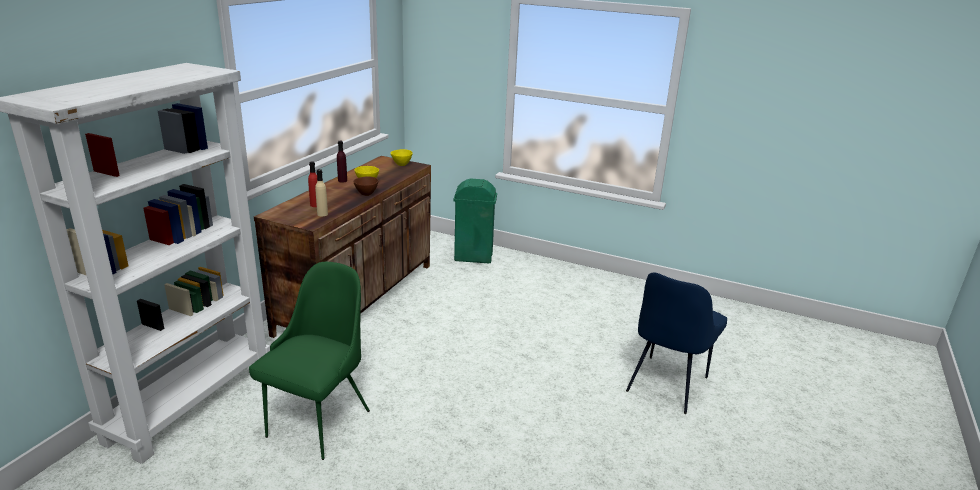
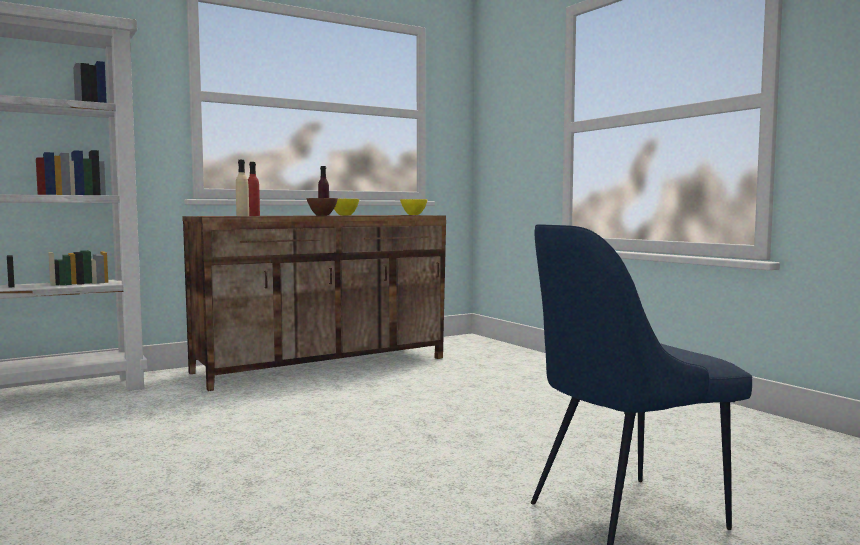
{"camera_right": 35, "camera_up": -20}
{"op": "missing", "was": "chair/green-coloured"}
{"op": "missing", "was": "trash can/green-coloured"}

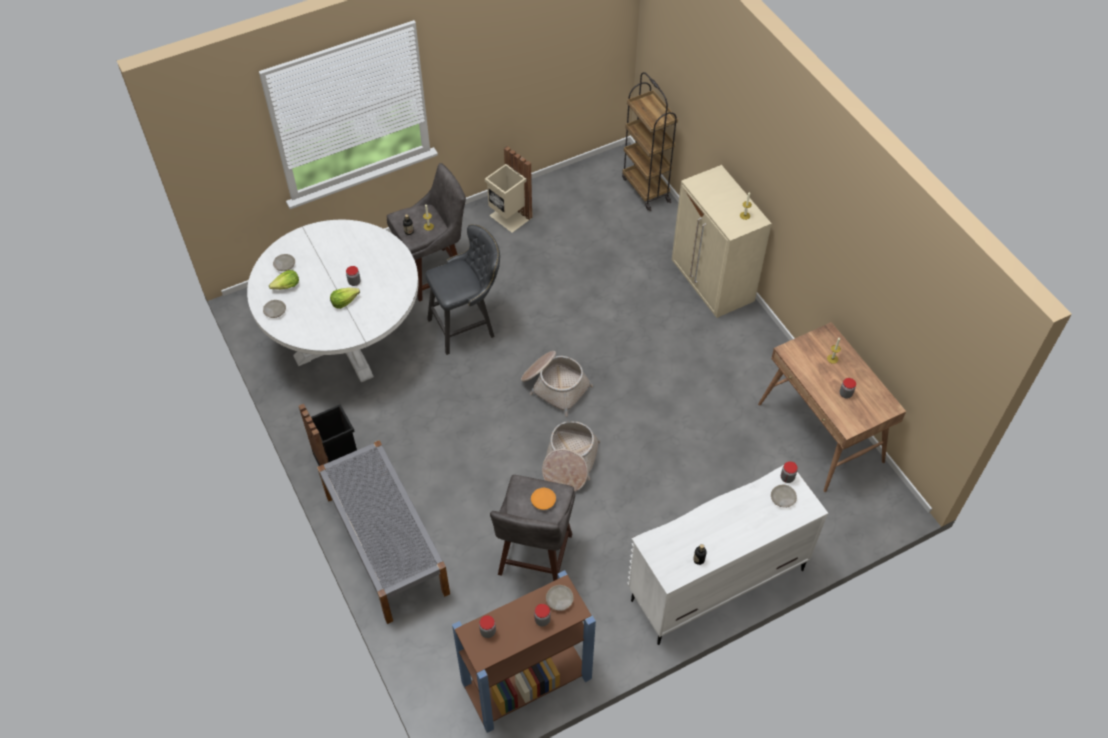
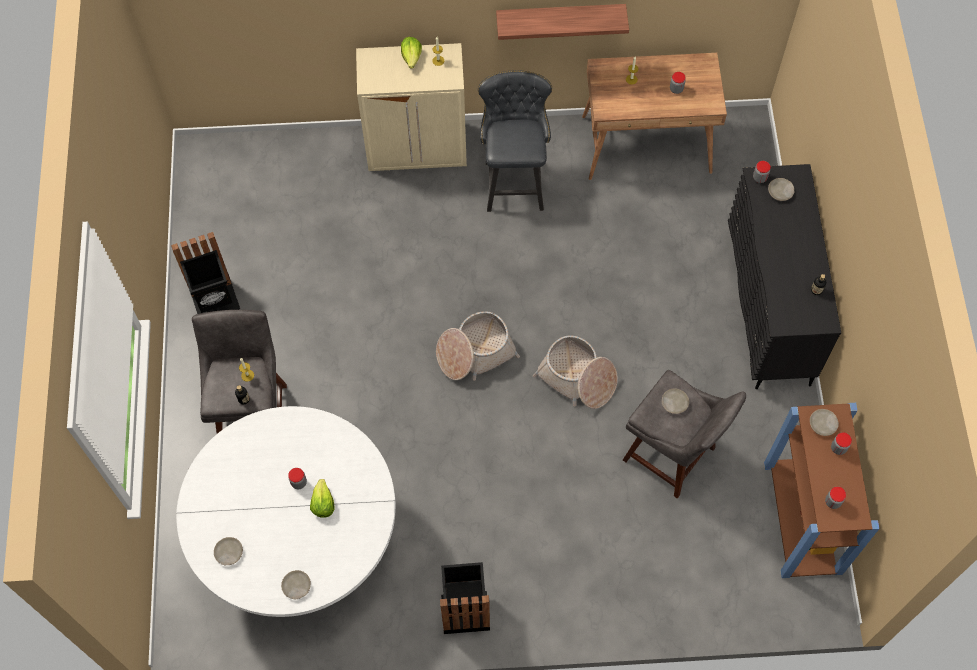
{"camera_right": -65, "camera_up": 10}
{"op": "relocated", "was": "lettuce (no. 1 from left in the first image)", "now": "lettuce (no. 2 from left)"}
{"op": "missing", "was": "indoor bench/gray"}
{"op": "relocated", "was": "sitting stool/gray (no. 2 from left)"}
{"op": "colour", "was": "trash can/beige", "now": "trash can/blackish (no. 1 from left)"}
{"op": "colour", "was": "plate/orangey", "now": "plate/beige (no. 3 from left)"}
{"op": "missing", "was": "wheeled cart/brown-coloured"}
{"op": "colour", "was": "chest of drawers/whitish", "now": "chest of drawers/blackish"}
{"op": "appeared", "now": "bracket shelf"}

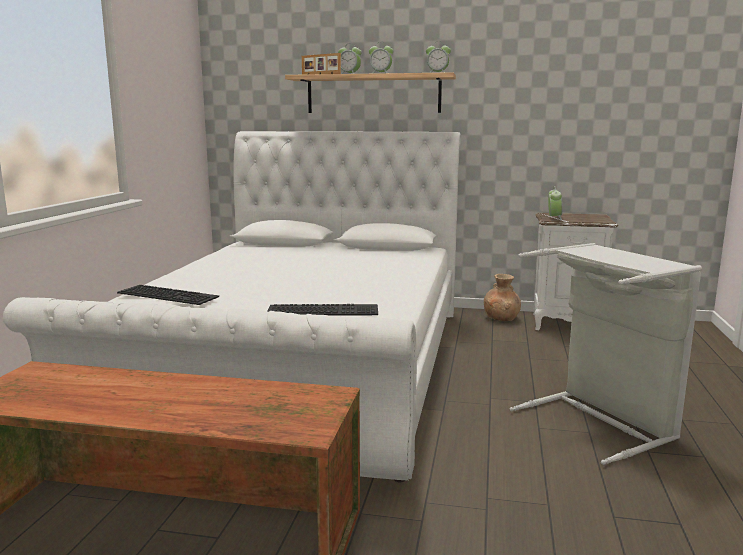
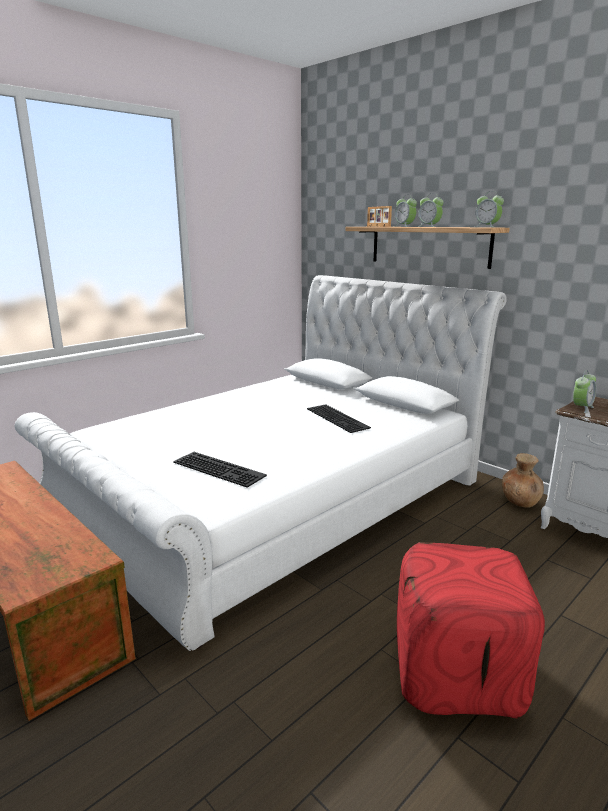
{"camera_right": 35, "camera_up": 5}
{"op": "relocated", "was": "PC keyboard (no. 1 from left in the first image)", "now": "PC keyboard (no. 2 from left)"}
{"op": "exchanged", "was": "laundry basket/gray", "now": "footrest/red"}

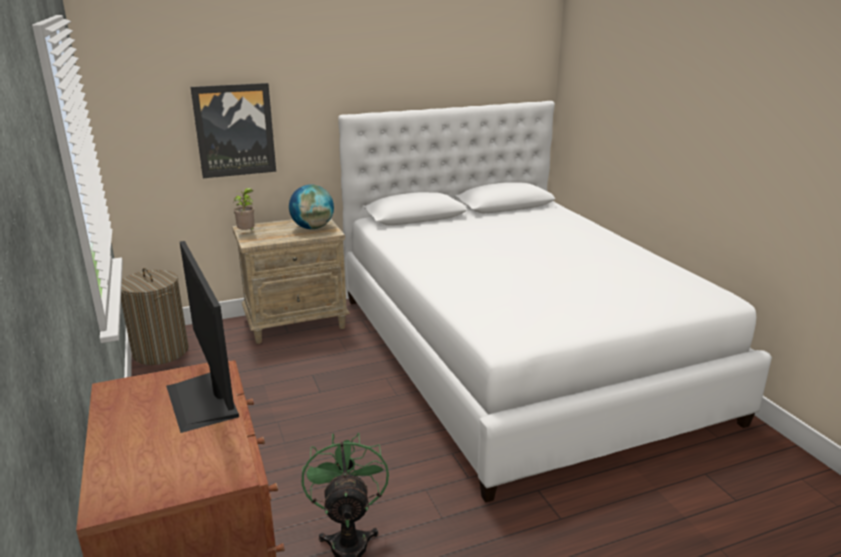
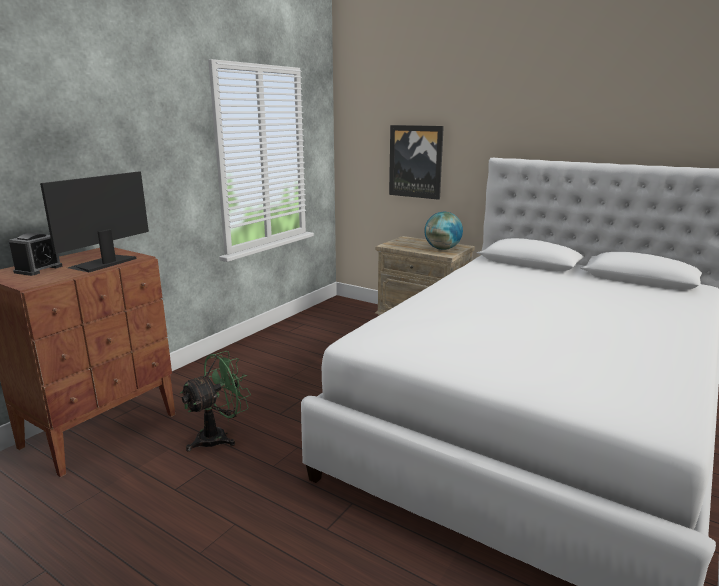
{"camera_right": 55, "camera_up": -5}
{"op": "missing", "was": "laundry basket"}
{"op": "missing", "was": "potted plant"}
{"op": "appeared", "now": "table clock"}

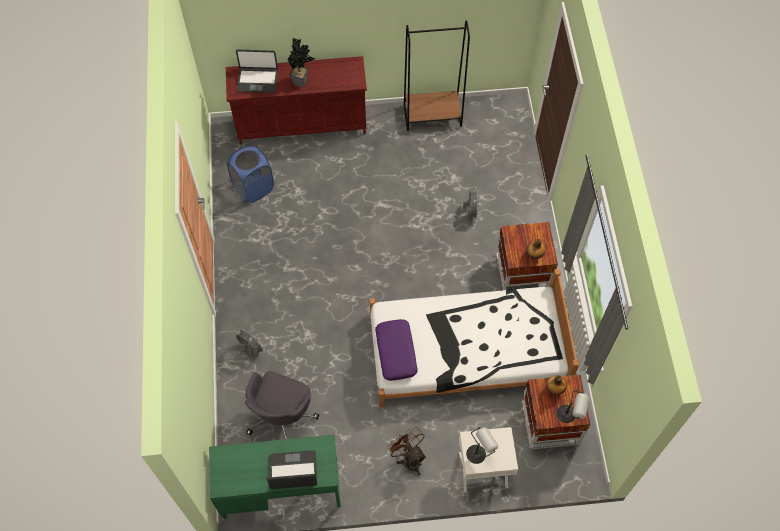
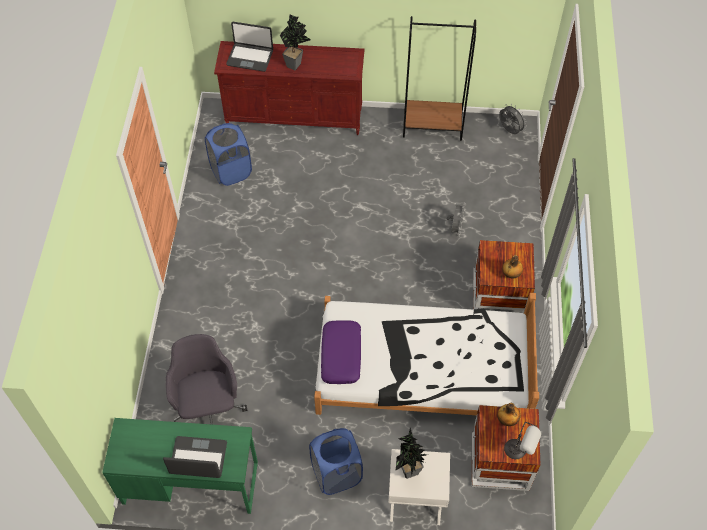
{"camera_right": 10, "camera_up": -5}
{"op": "relocated", "was": "cooling fan/gray (no. 1 from left in the first image)", "now": "cooling fan/gray (no. 2 from left)"}
{"op": "spun", "was": "computer chair/gray", "clockwise": 135}
{"op": "exchanged", "was": "cooling fan/brown-coloured", "now": "laundry basket/blue-coloured (no. 2 from left)"}
{"op": "exchanged", "was": "lamp for a table (no. 1 from left)", "now": "potted plant (no. 2 from left)"}

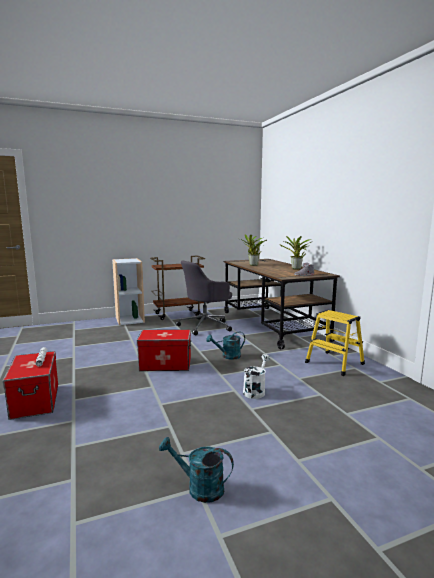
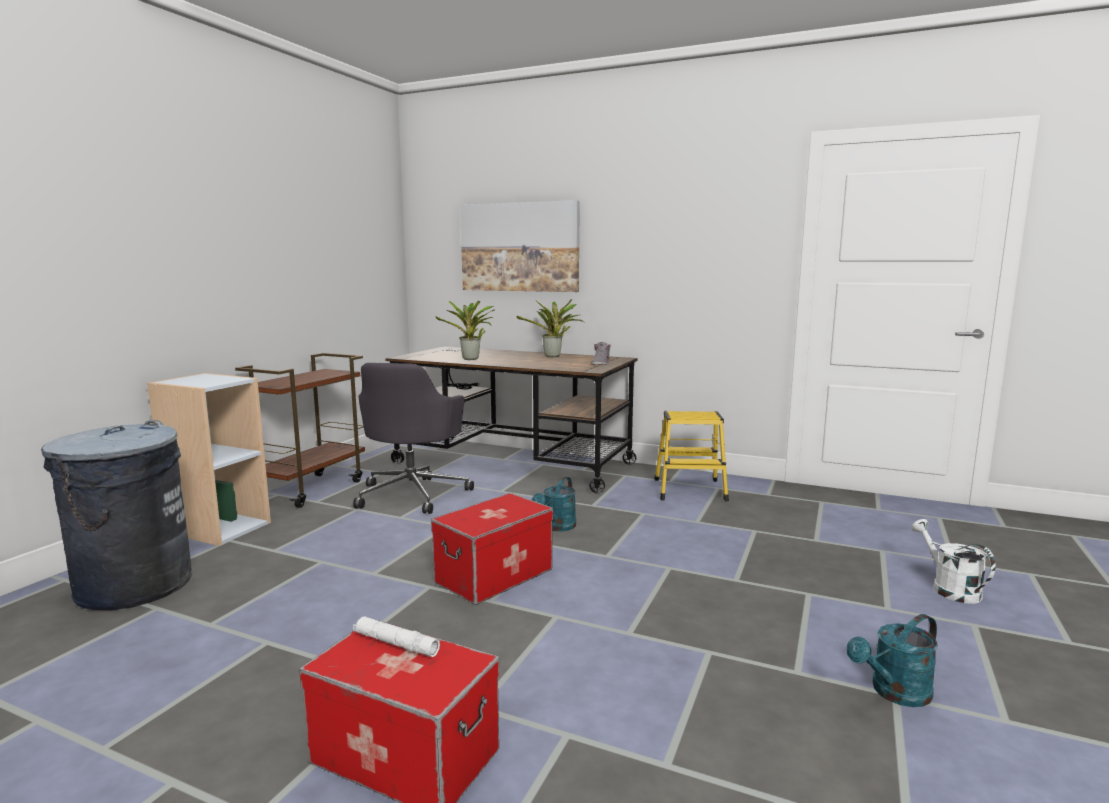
{"camera_right": -45, "camera_up": 0}
{"op": "relocated", "was": "sprinkling can/whitish"}
{"op": "appeared", "now": "trash can/gray"}
{"op": "appeared", "now": "wall picture"}

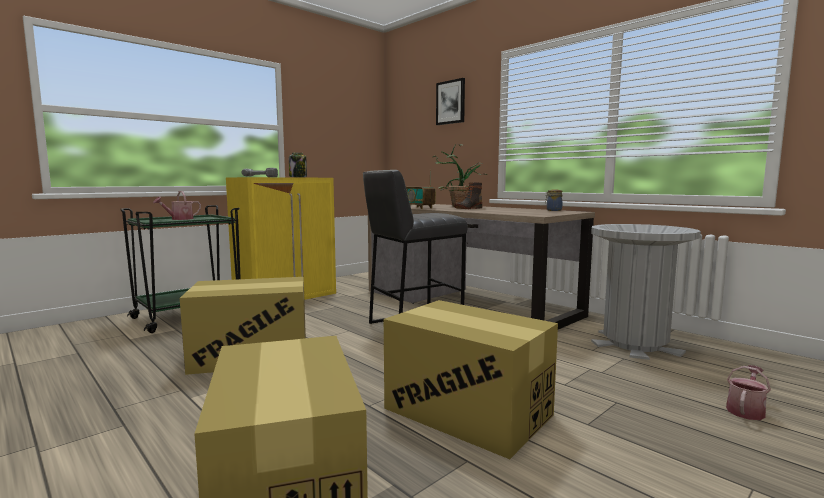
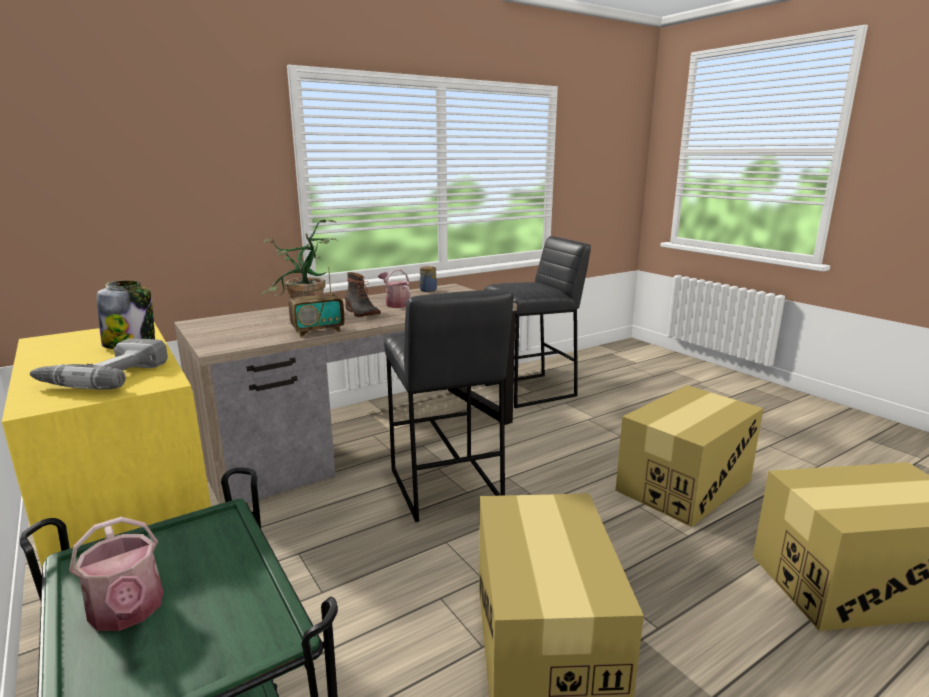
{"camera_right": -80, "camera_up": 10}
{"op": "missing", "was": "wall picture"}
{"op": "exchanged", "was": "trash can/gray", "now": "sitting stool/gray (no. 2 from left)"}
{"op": "relocated", "was": "sprinkling can (no. 2 from left)"}

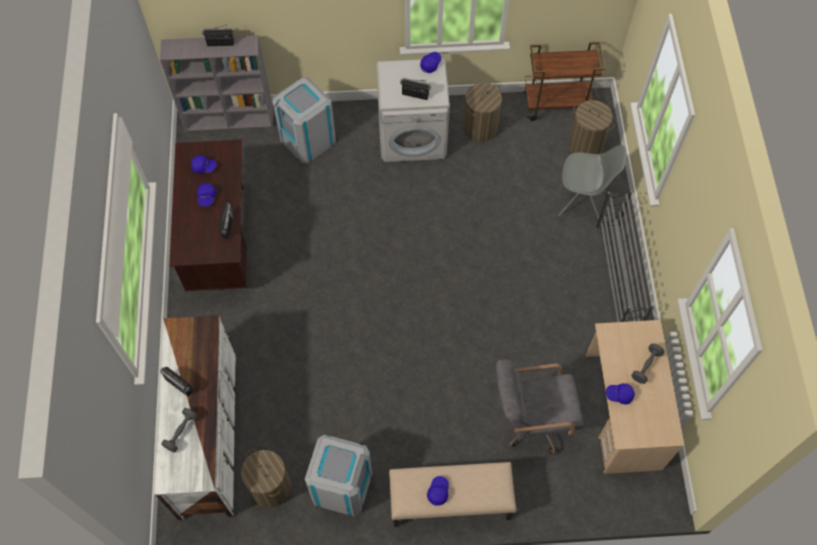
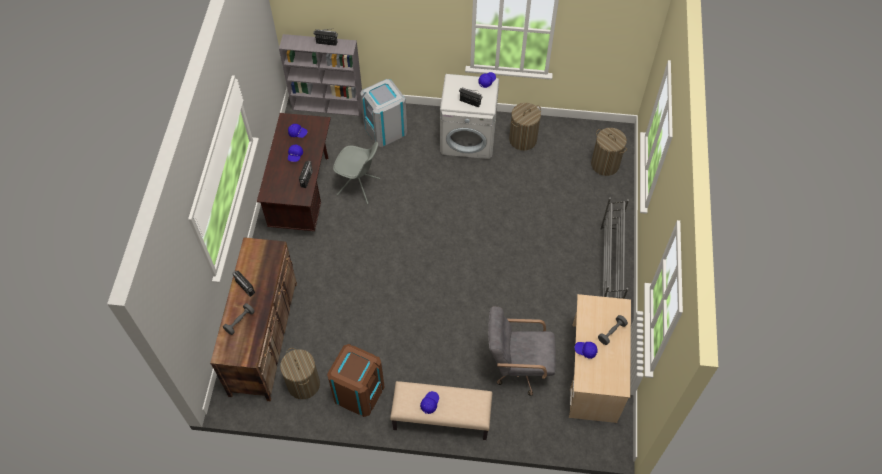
{"camera_right": 10, "camera_up": -5}
{"op": "colour", "was": "cabinet/whitish", "now": "cabinet/brown-coloured"}
{"op": "colour", "was": "trash can/gray (no. 2 from left)", "now": "trash can/brown-coloured"}
{"op": "missing", "was": "wheeled cart/brown-coloured"}
{"op": "relocated", "was": "chair/gray"}

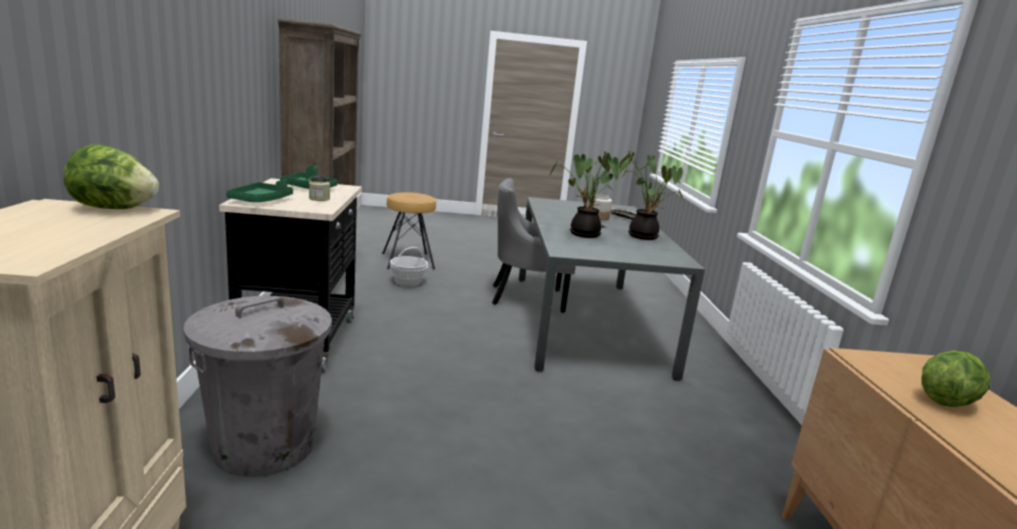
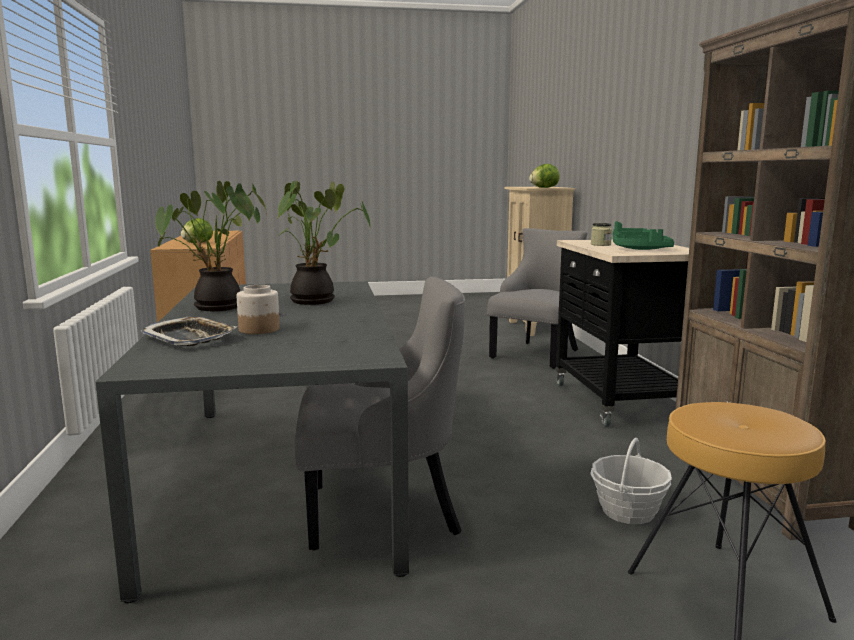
{"camera_right": 175, "camera_up": -5}
{"op": "exchanged", "was": "trash can/gray", "now": "chair/gray (no. 2 from left)"}

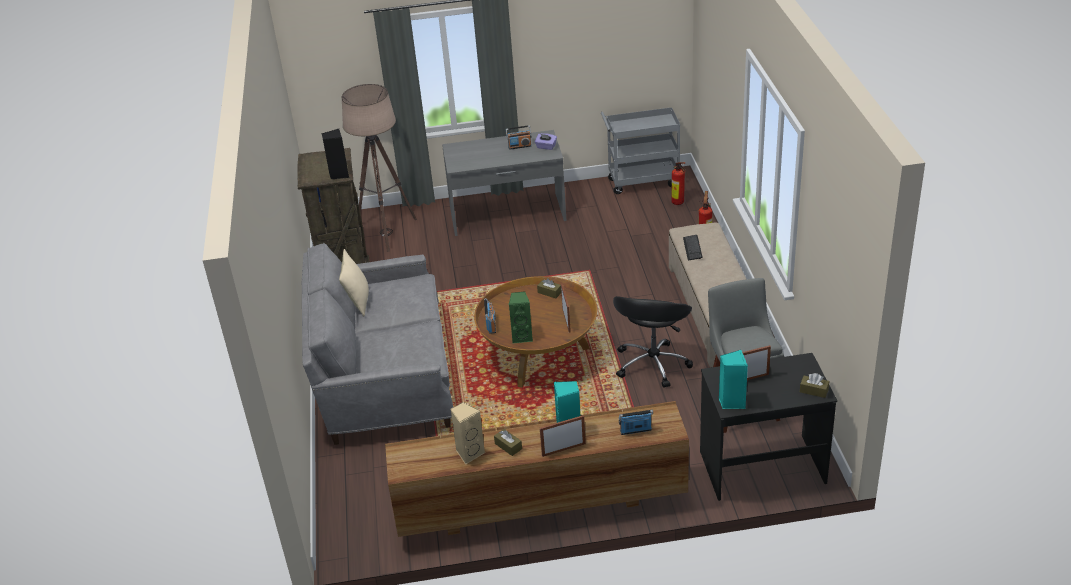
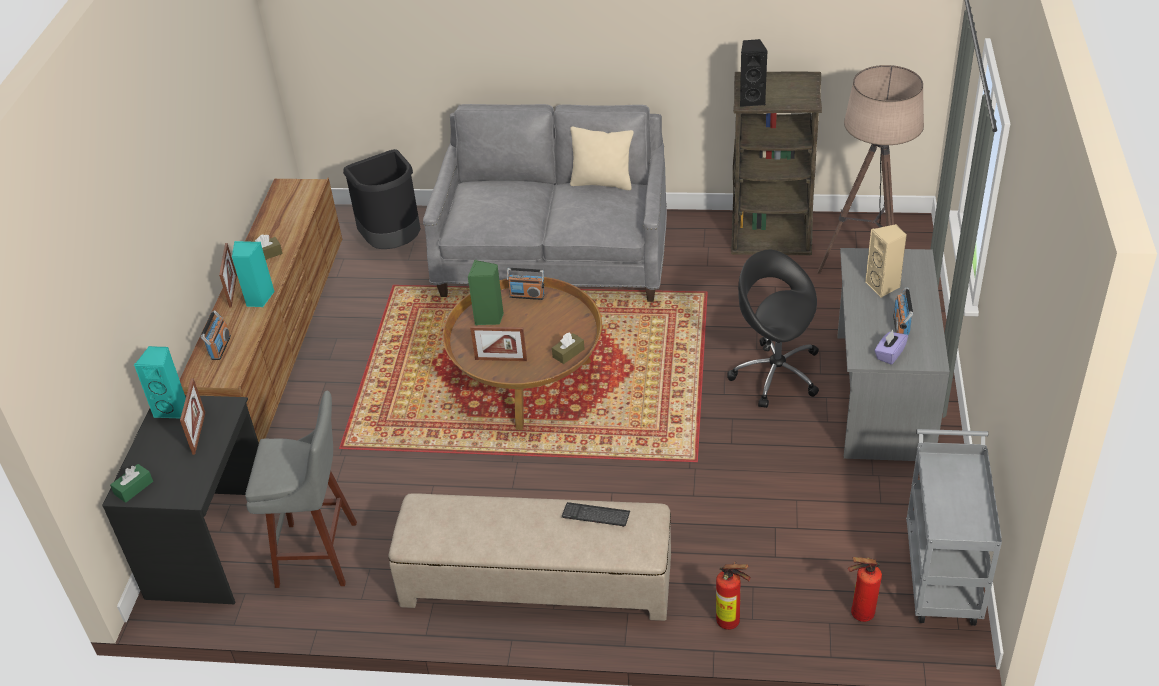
{"camera_right": 105, "camera_up": 5}
{"op": "relocated", "was": "speaker/beige"}
{"op": "relocated", "was": "computer chair/blackish"}
{"op": "colour", "was": "box of tissues/brown-coloured (no. 3 from left)", "now": "box of tissues/green-coloured"}
{"op": "appeared", "now": "trash can/blackish"}

